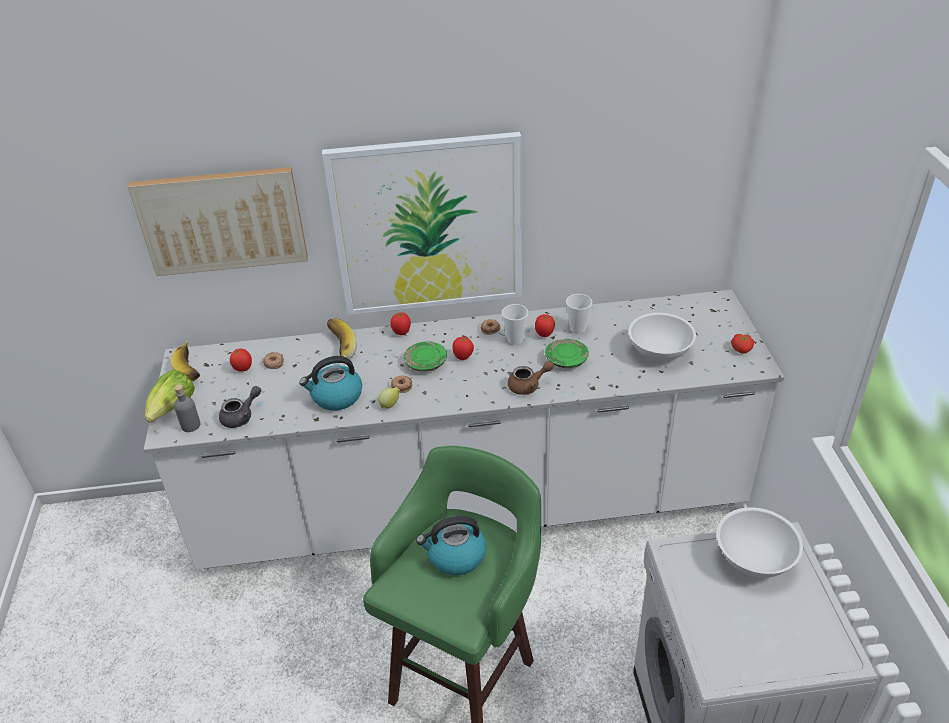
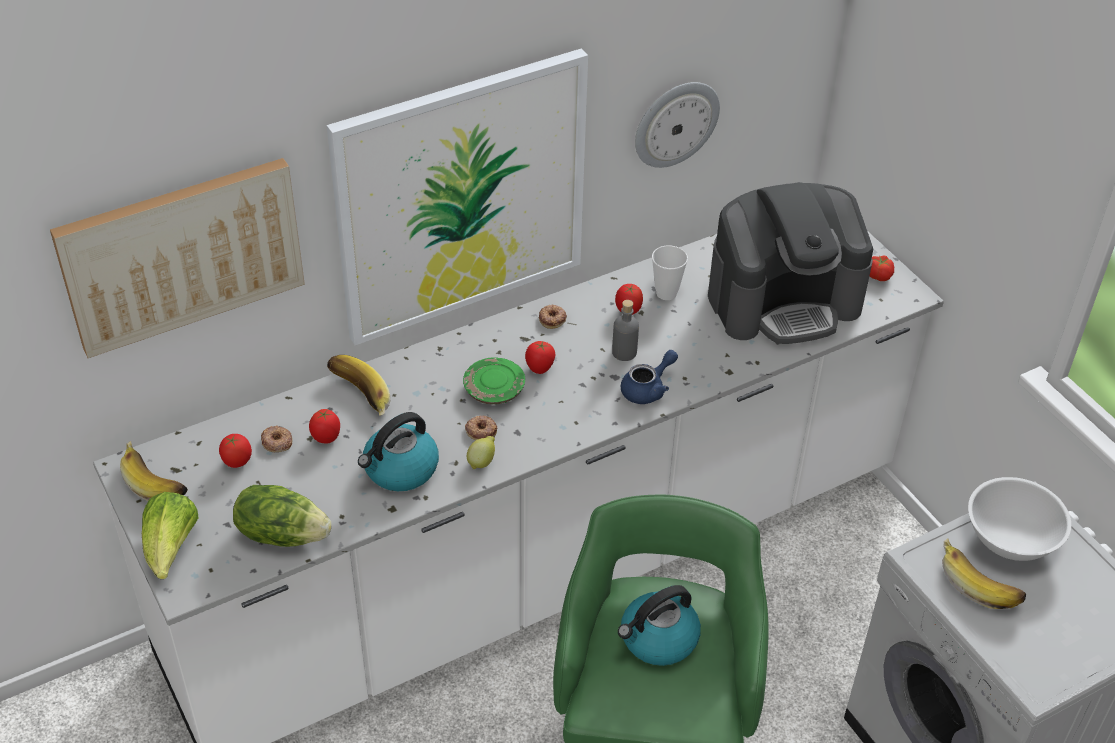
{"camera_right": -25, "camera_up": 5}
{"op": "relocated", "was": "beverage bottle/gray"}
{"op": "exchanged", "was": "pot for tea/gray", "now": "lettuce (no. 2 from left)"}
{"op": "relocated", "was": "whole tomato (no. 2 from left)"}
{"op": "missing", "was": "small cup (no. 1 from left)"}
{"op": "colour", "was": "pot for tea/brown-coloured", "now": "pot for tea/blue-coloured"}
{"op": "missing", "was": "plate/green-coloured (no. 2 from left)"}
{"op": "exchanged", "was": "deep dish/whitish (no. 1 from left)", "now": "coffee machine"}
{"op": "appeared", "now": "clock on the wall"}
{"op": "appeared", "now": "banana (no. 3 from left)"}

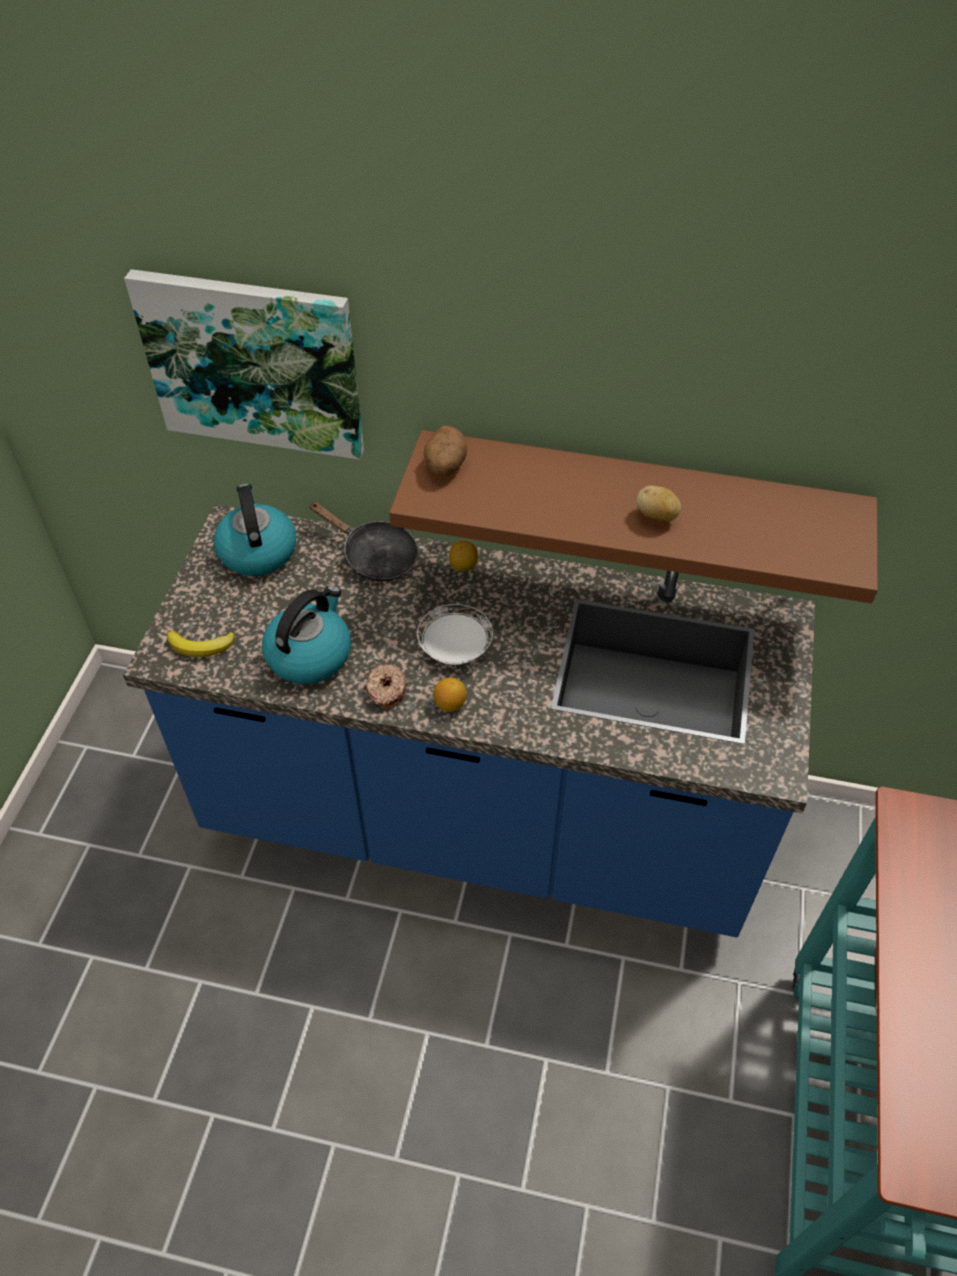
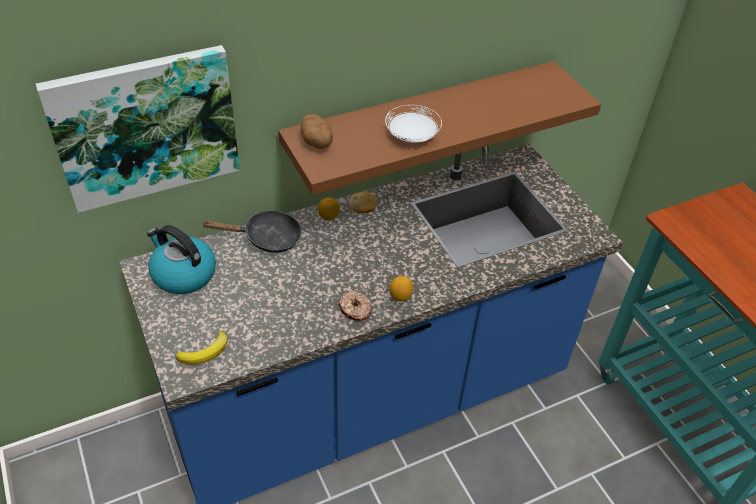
{"camera_right": -40, "camera_up": -5}
{"op": "missing", "was": "kettle (no. 2 from left)"}
{"op": "relocated", "was": "plate/whitish"}
{"op": "relocated", "was": "spud (no. 2 from left)"}

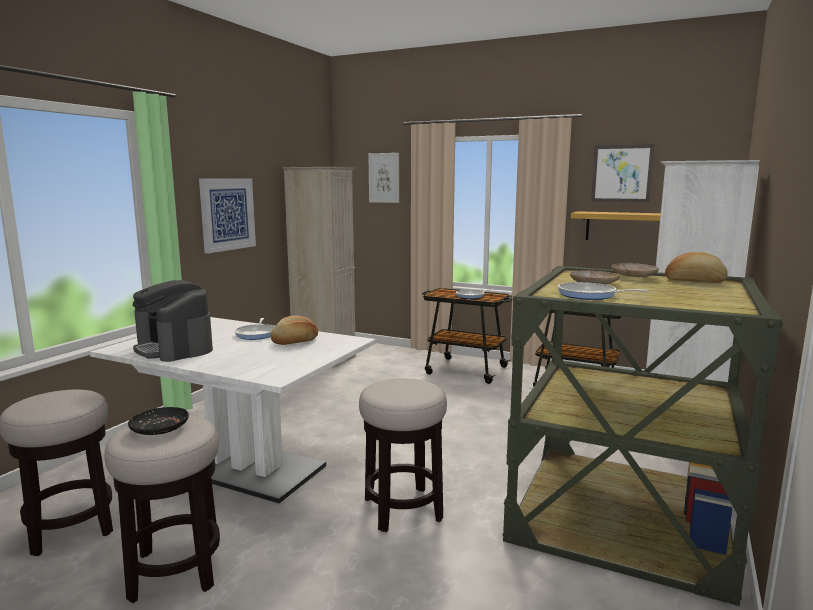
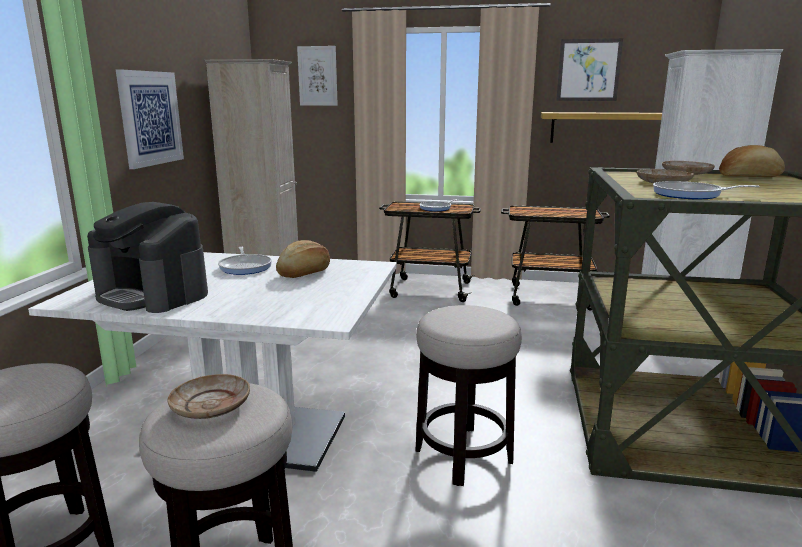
{"camera_right": -15, "camera_up": 5}
{"op": "colour", "was": "plate/blackish", "now": "plate/beige (no. 1 from left)"}

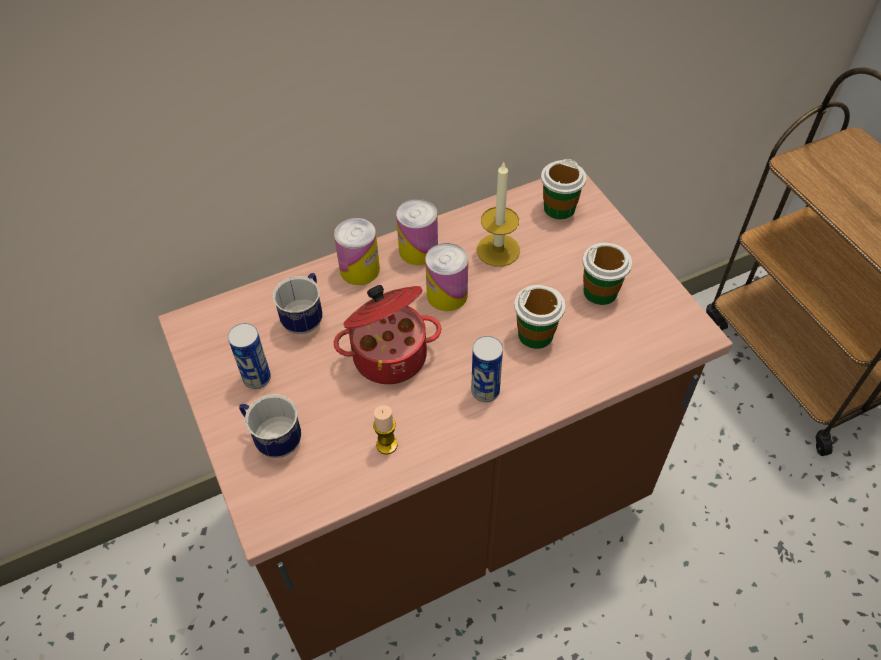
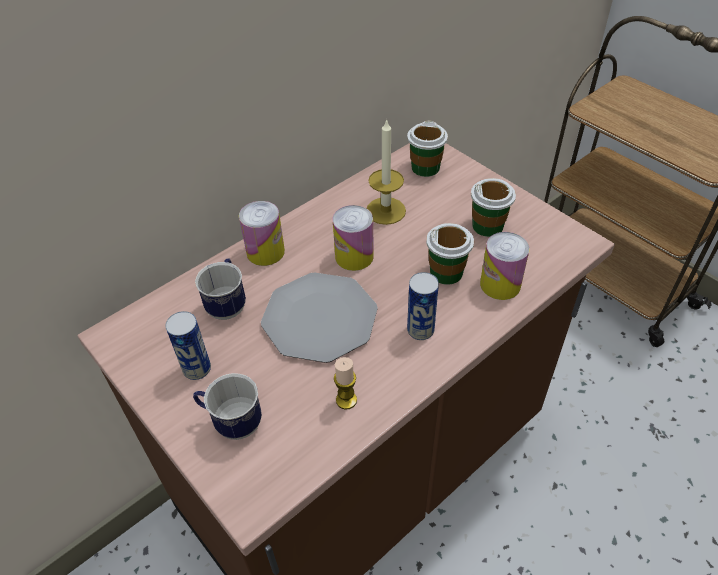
{"camera_right": -15, "camera_up": -5}
{"op": "exchanged", "was": "cooking pot", "now": "plate"}
{"op": "relocated", "was": "sealed can (no. 3 from left in the first image)", "now": "sealed can (no. 5 from left)"}

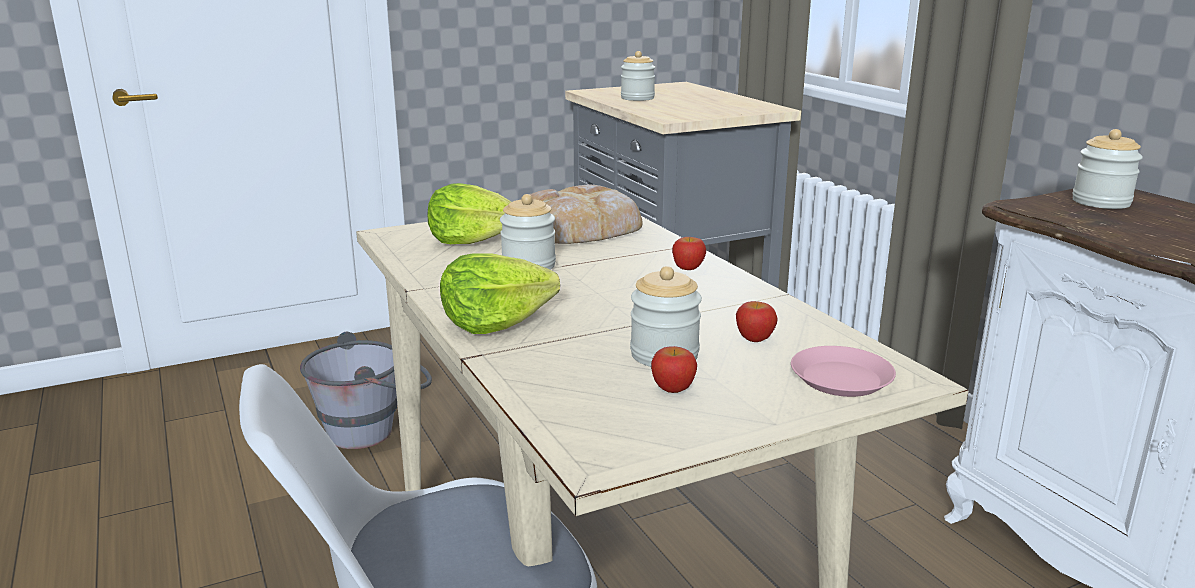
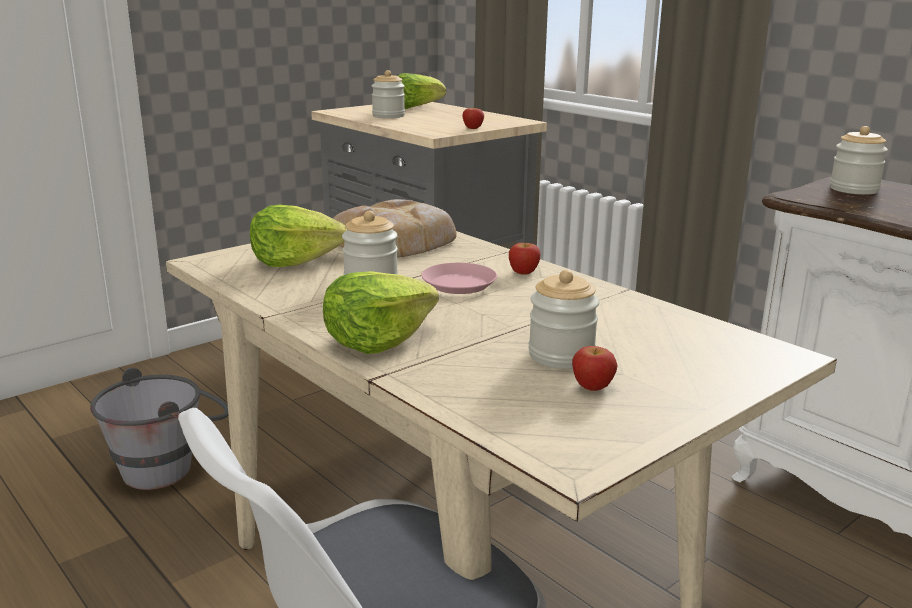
{"camera_right": -15, "camera_up": 0}
{"op": "relocated", "was": "apple (no. 3 from left in the first image)", "now": "apple (no. 1 from left)"}
{"op": "relocated", "was": "plate/pinkish"}
{"op": "appeared", "now": "lettuce (no. 3 from left)"}

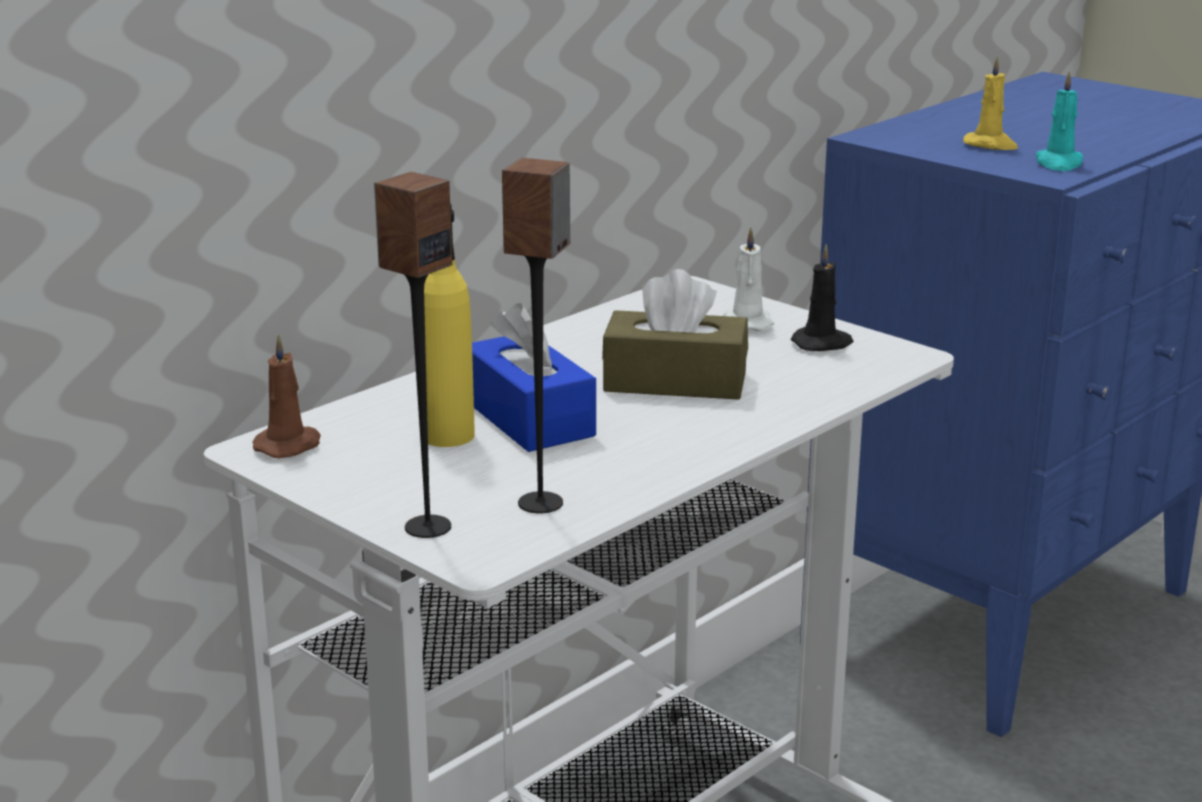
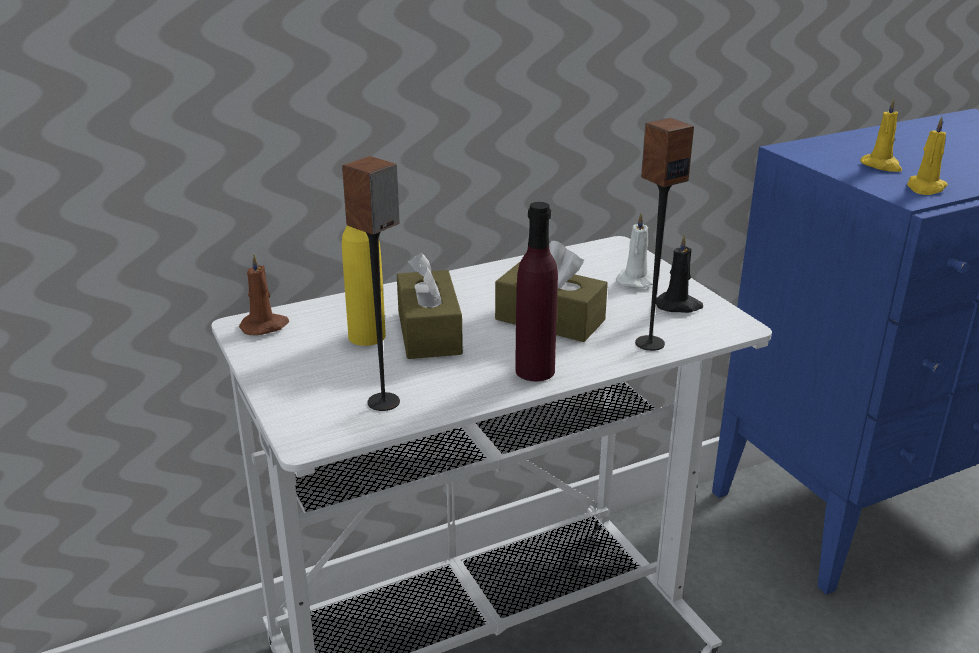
{"camera_right": 20, "camera_up": 5}
{"op": "relocated", "was": "speaker (no. 1 from left in the first image)", "now": "speaker (no. 2 from left)"}
{"op": "colour", "was": "box of tissues/blue-coloured", "now": "box of tissues/brown-coloured (no. 1 from left)"}
{"op": "colour", "was": "candle/blue-green", "now": "candle/yellow (no. 2 from left)"}
{"op": "appeared", "now": "beverage bottle/purple-coloured"}

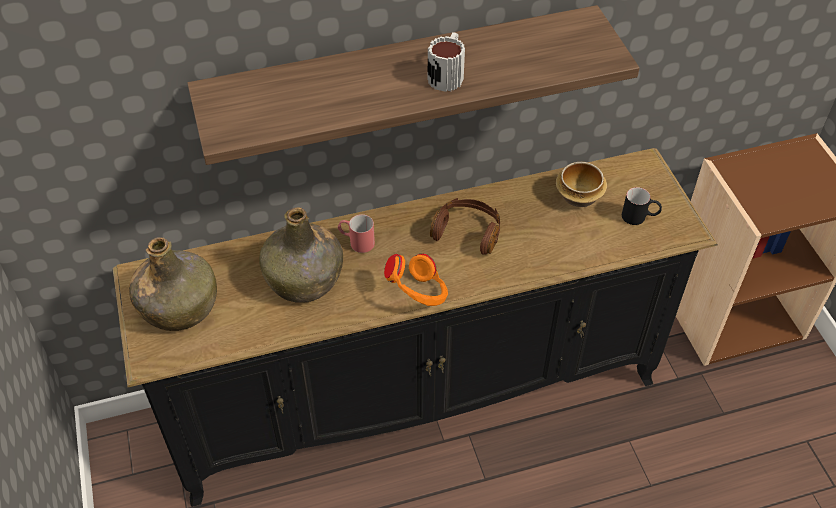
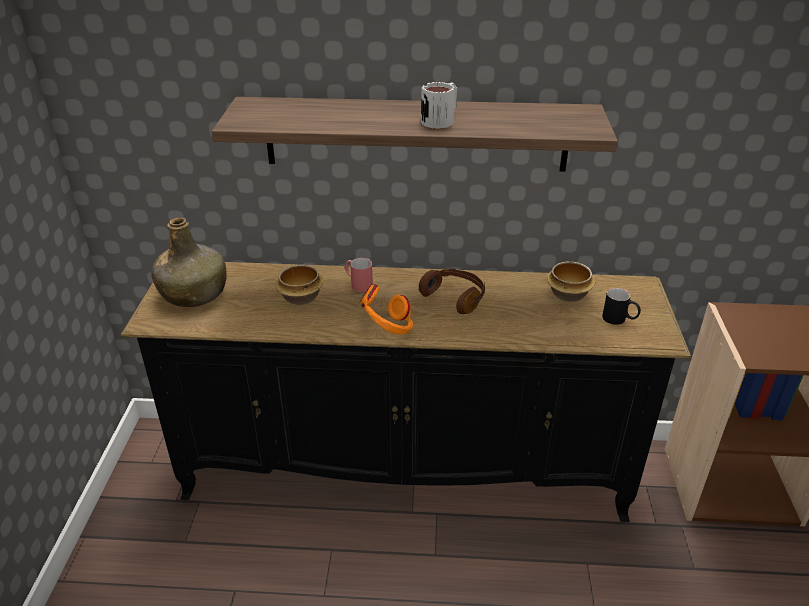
{"camera_right": 20, "camera_up": -15}
{"op": "exchanged", "was": "beverage bottle/green-coloured (no. 2 from left)", "now": "deep dish (no. 1 from left)"}

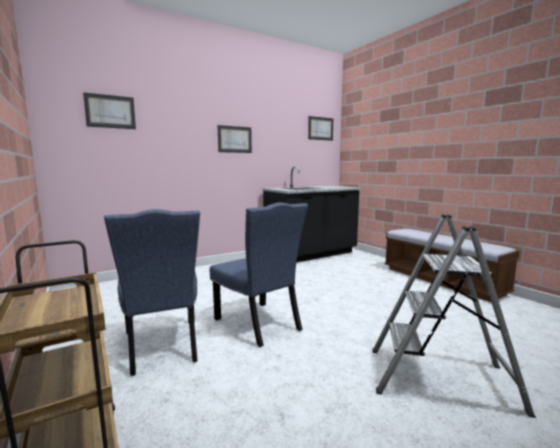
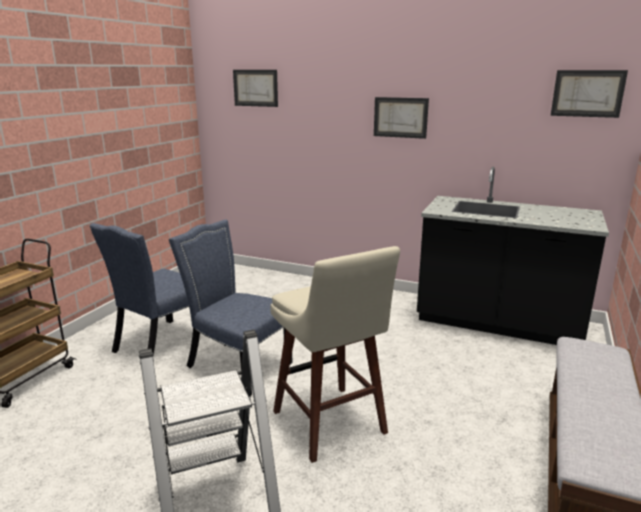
{"camera_right": 55, "camera_up": 10}
{"op": "spun", "was": "chair/blue-coloured (no. 2 from left)", "clockwise": 105}
{"op": "appeared", "now": "sitting stool/beige"}

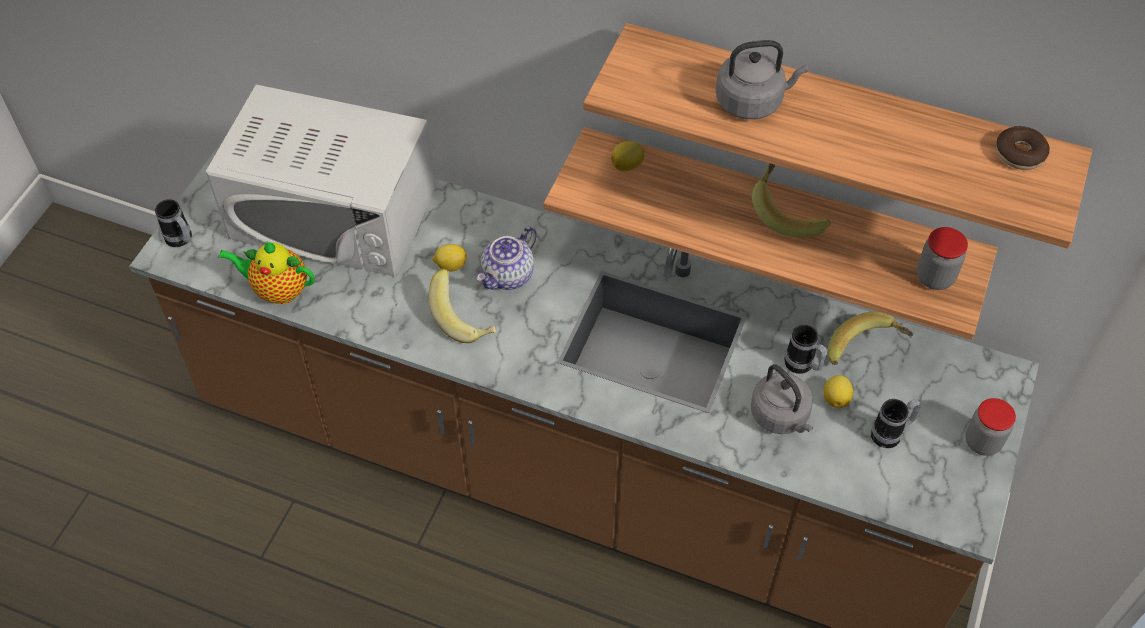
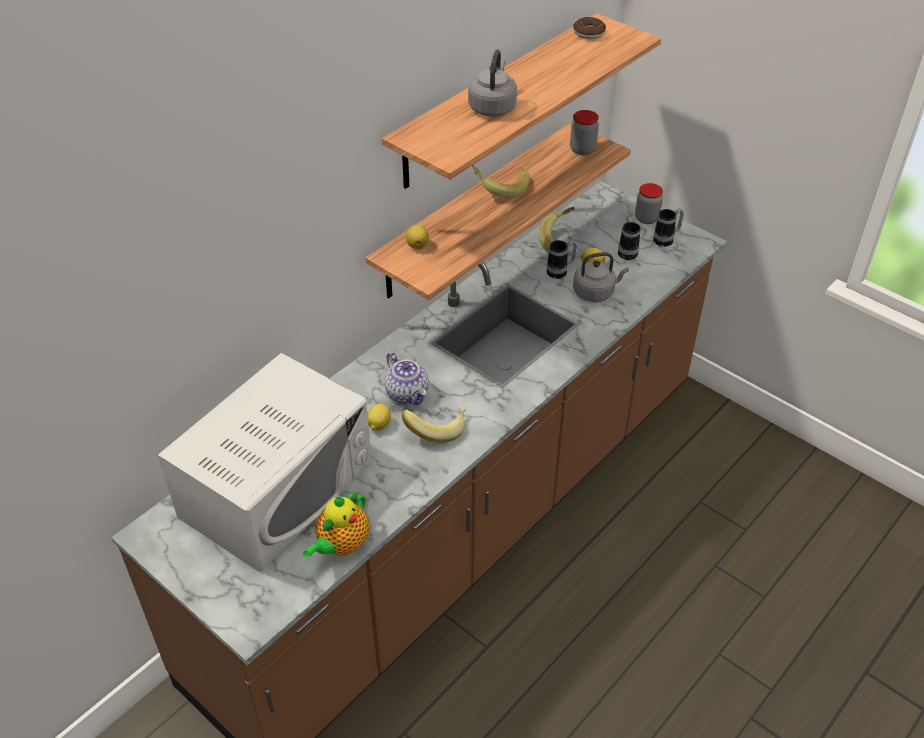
{"camera_right": -70, "camera_up": -10}
{"op": "relocated", "was": "coffee mug (no. 1 from left in the first image)", "now": "coffee mug (no. 3 from left)"}

